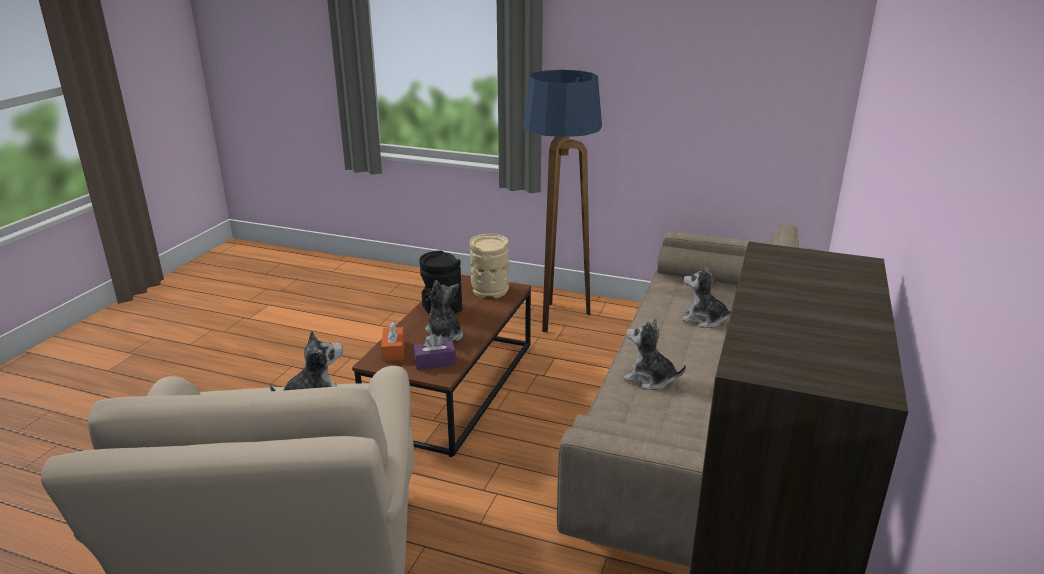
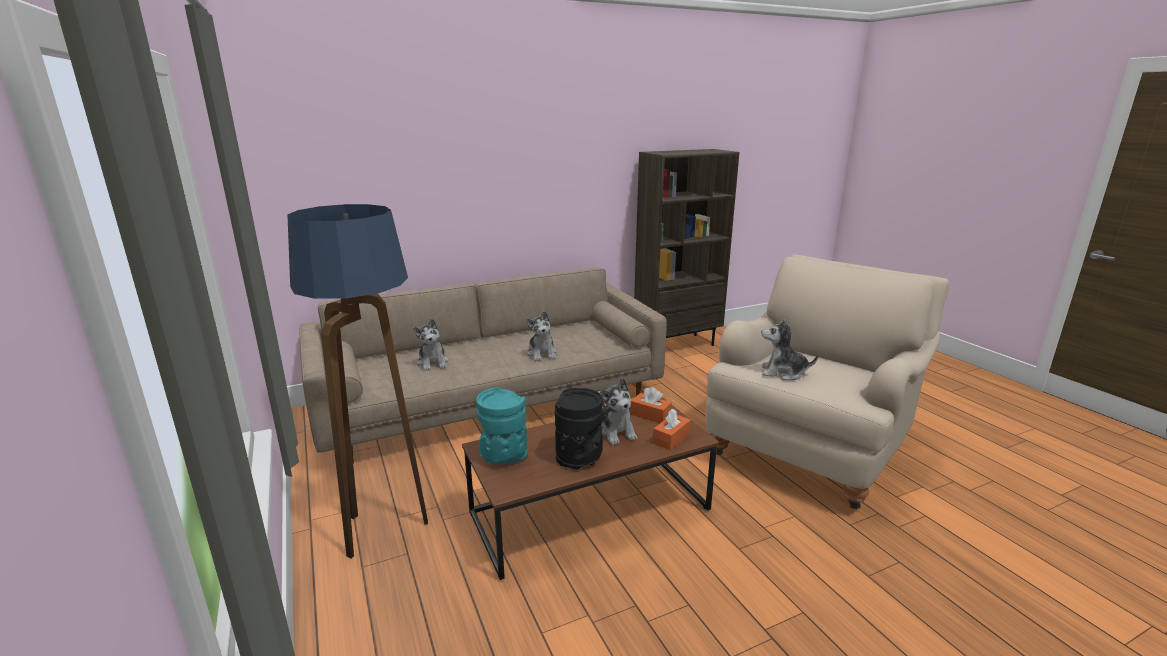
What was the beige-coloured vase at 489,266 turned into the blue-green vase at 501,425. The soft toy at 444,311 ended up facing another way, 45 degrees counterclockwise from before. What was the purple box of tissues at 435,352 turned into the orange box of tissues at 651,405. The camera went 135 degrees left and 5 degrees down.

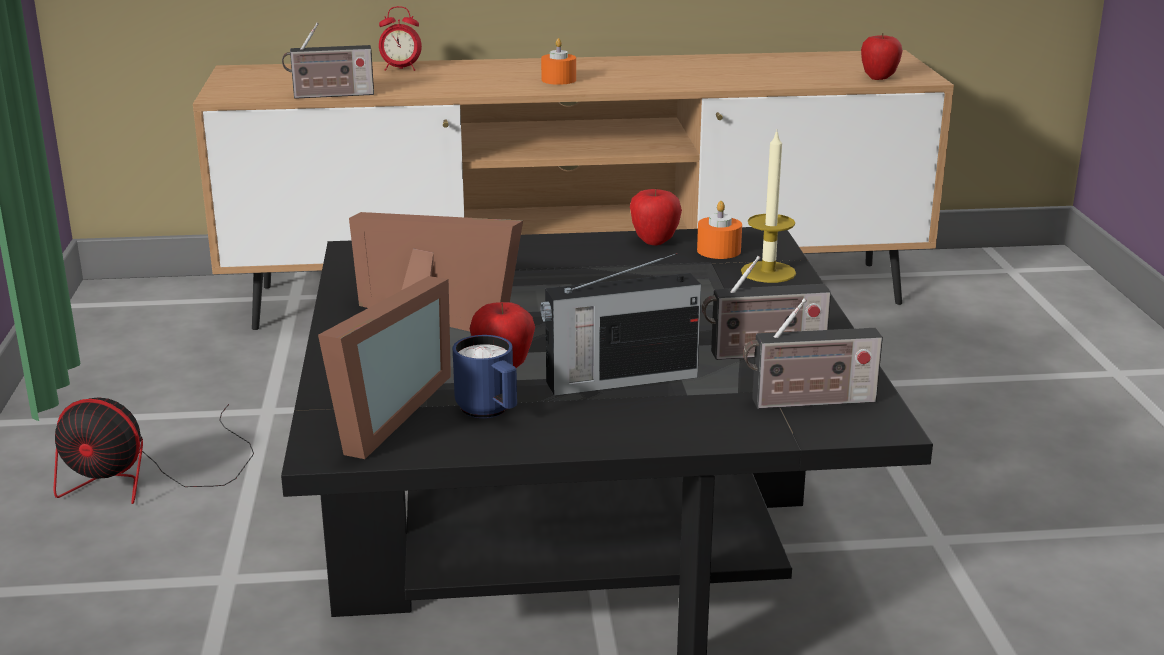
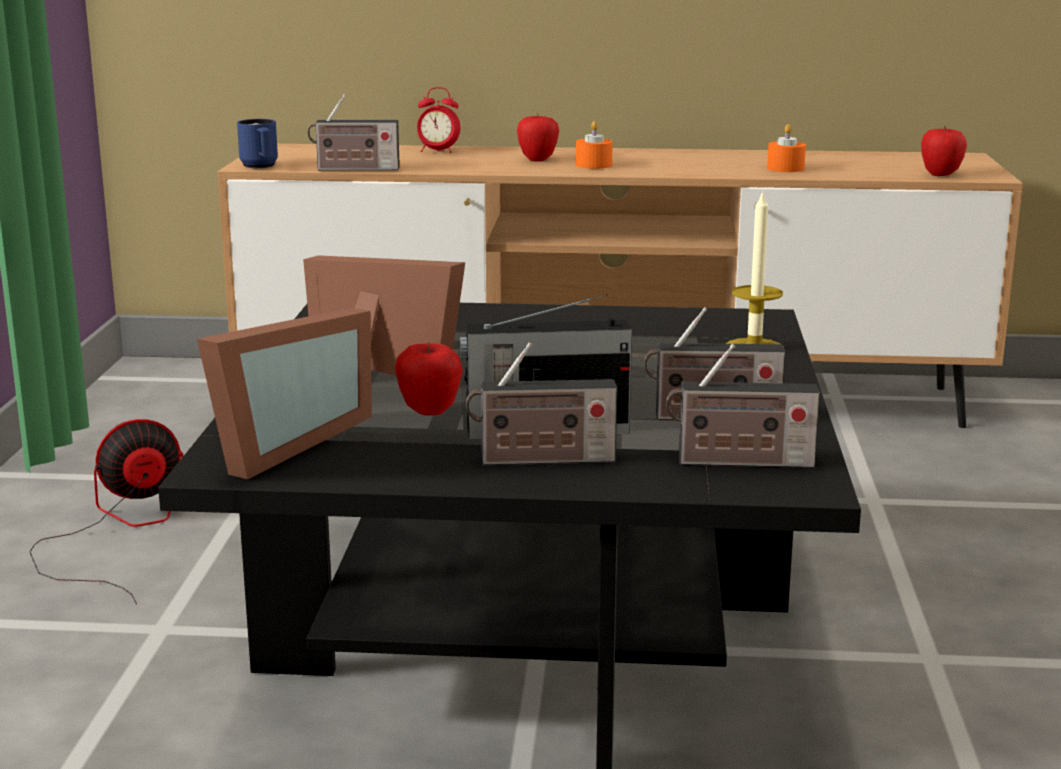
The whole apple ended up elsewhere, having gone from 656,217 to 538,137. The orange wax light ended up elsewhere, having gone from 719,230 to 786,148. The bluish mug ended up elsewhere, having gone from 485,376 to 257,143. The fan at 154,450 ended up facing another way, 135 degrees clockwise from before. The second view gained the radio at 541,404. The camera went 10 degrees right and 5 degrees down.

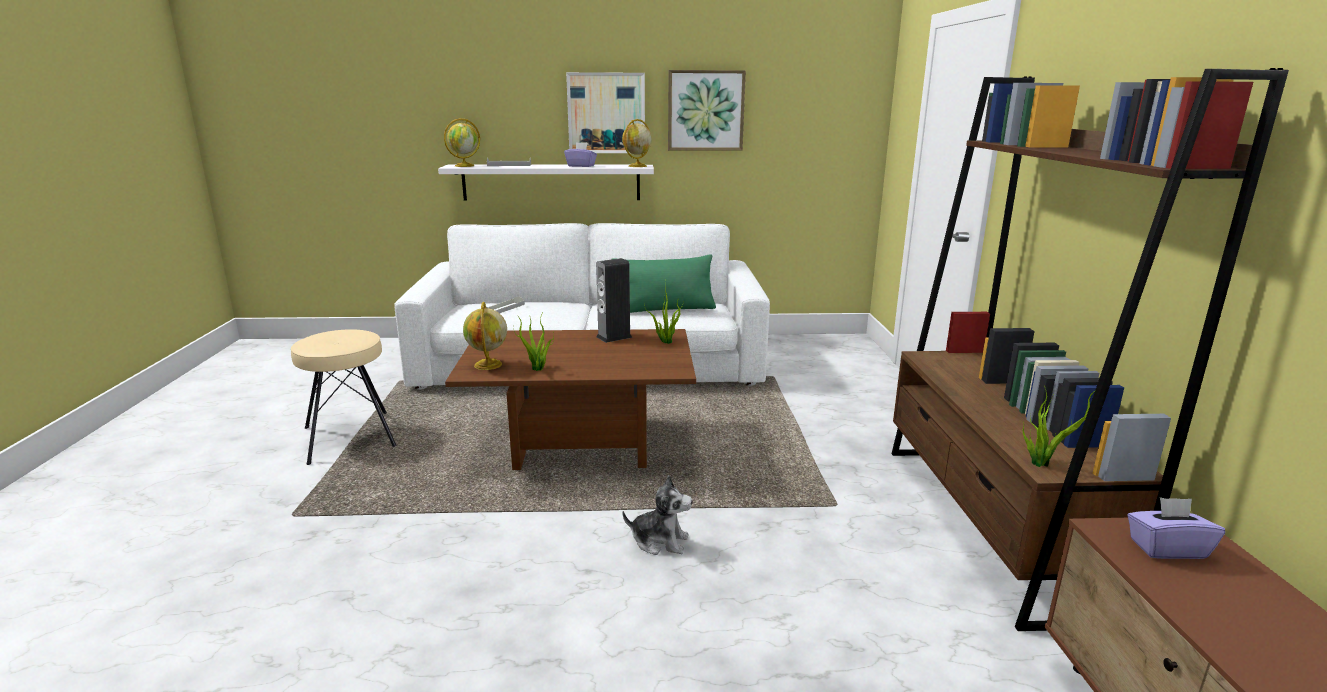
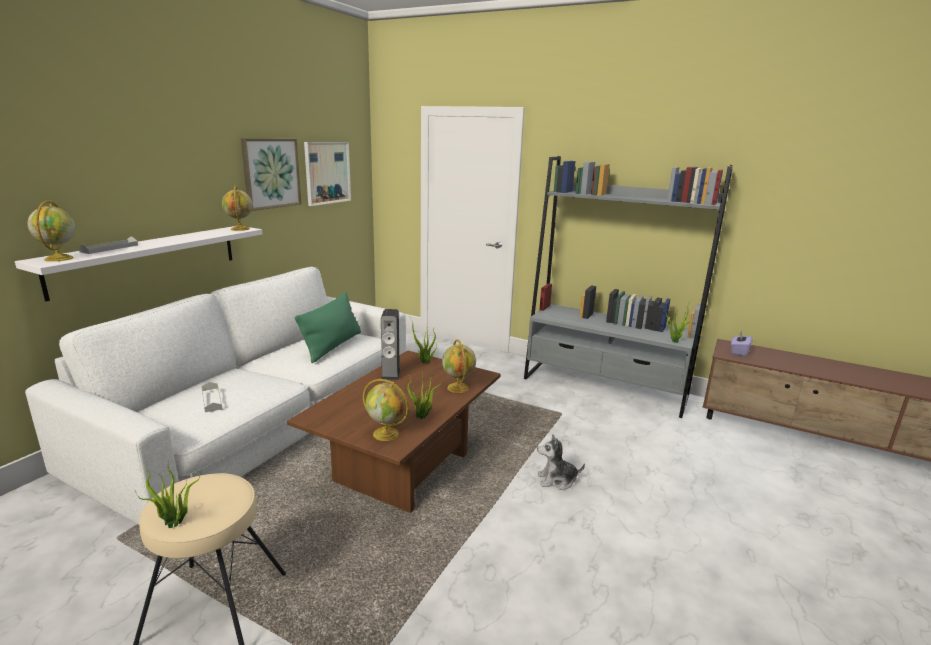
What was the brown bookcase at 1090,349 turned into the greyish bookcase at 628,287. The wall picture ended up elsewhere, having gone from 605,112 to 327,174. The second view lost the purple box of tissues at 580,155. The soft toy at 658,515 ended up facing another way, 135 degrees counterclockwise from before. The second view gained the desk globe at 459,366. The second view gained the houseplant at 167,493. The camera went 60 degrees left and 0 degrees up.

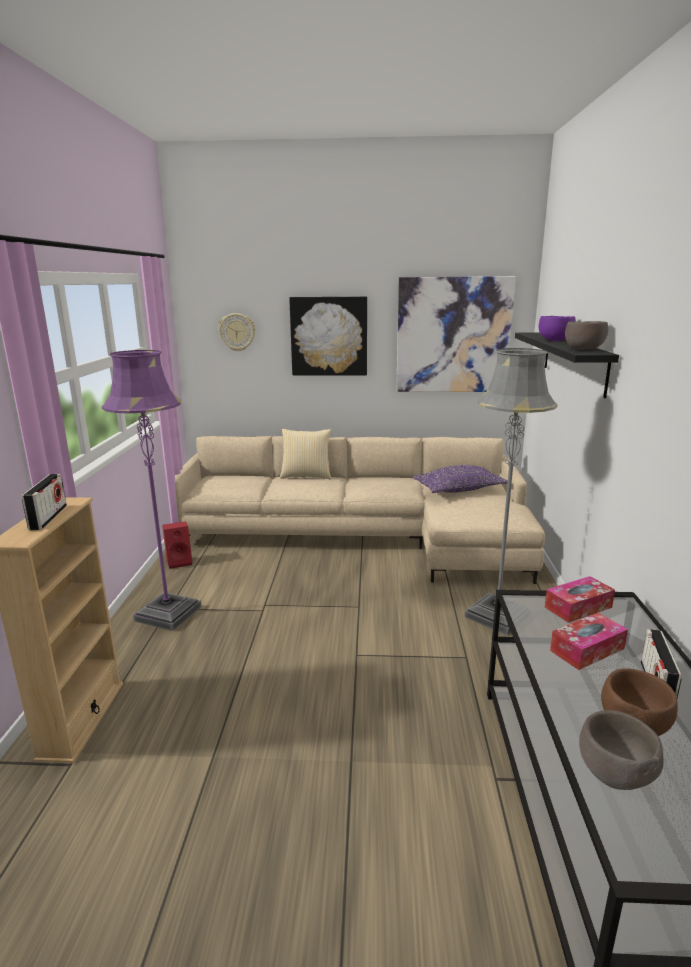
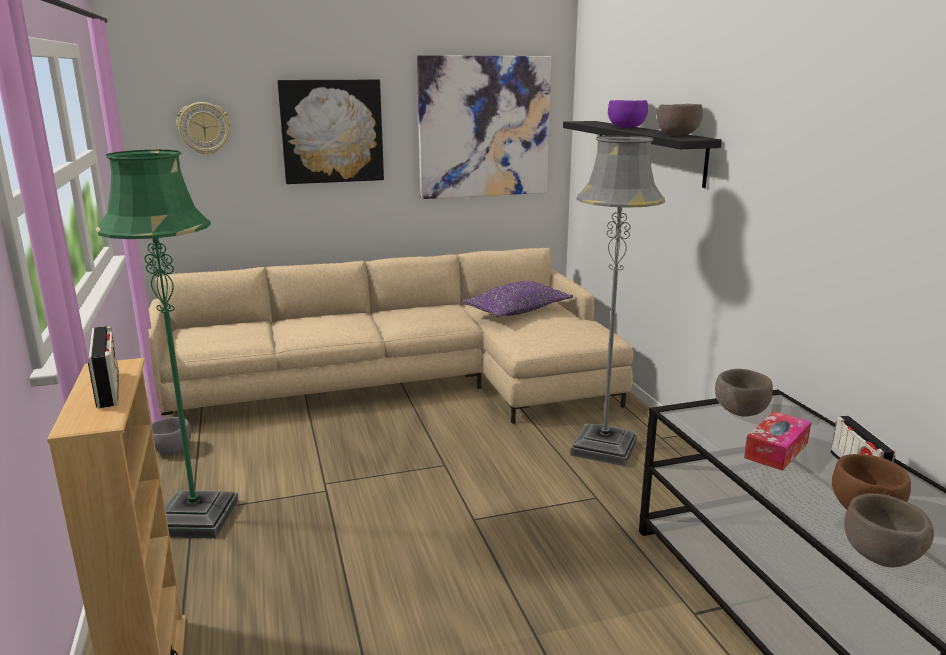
What was the purple floor lamp at 151,490 turned into the green-coloured floor lamp at 167,344. The second view lost the pillow at 306,454. Where the red-coloured loudspeaker stood at 177,545, the greyish serving bowl came to stand at 171,435. Where the box of tissues stood at 580,599, the brown serving bowl came to stand at 744,393. The camera went 20 degrees left and 0 degrees up.

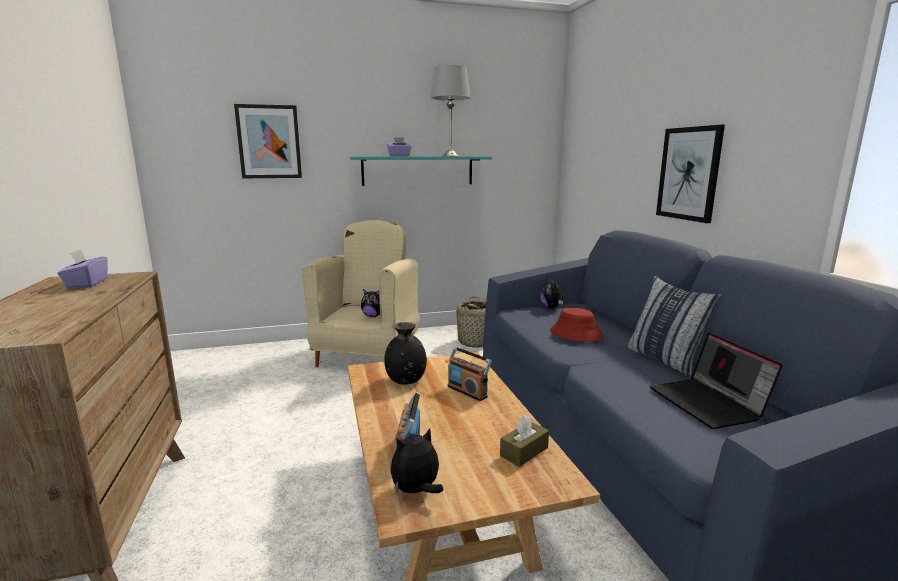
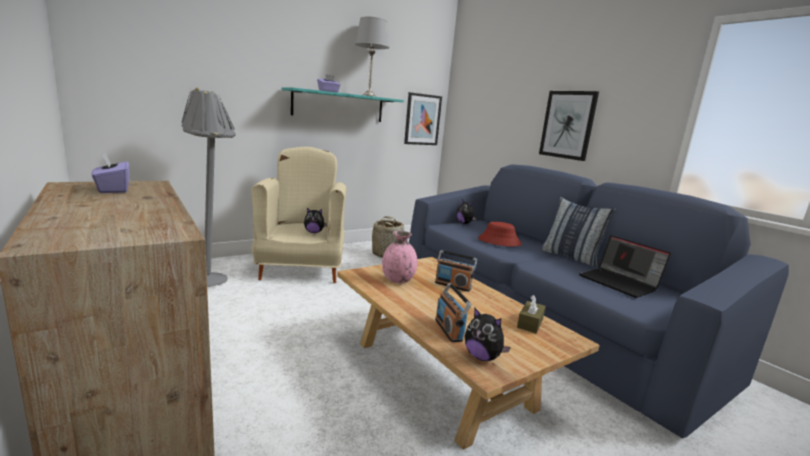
The wall picture ended up elsewhere, having gone from 268,141 to 423,118. What was the black-coloured vase at 405,353 turned into the pink-coloured vase at 400,257. The soft toy at 416,461 ended up facing another way, 90 degrees counterclockwise from before. The second view gained the greyish floor lamp at 209,187. The camera went 20 degrees left and 0 degrees up.

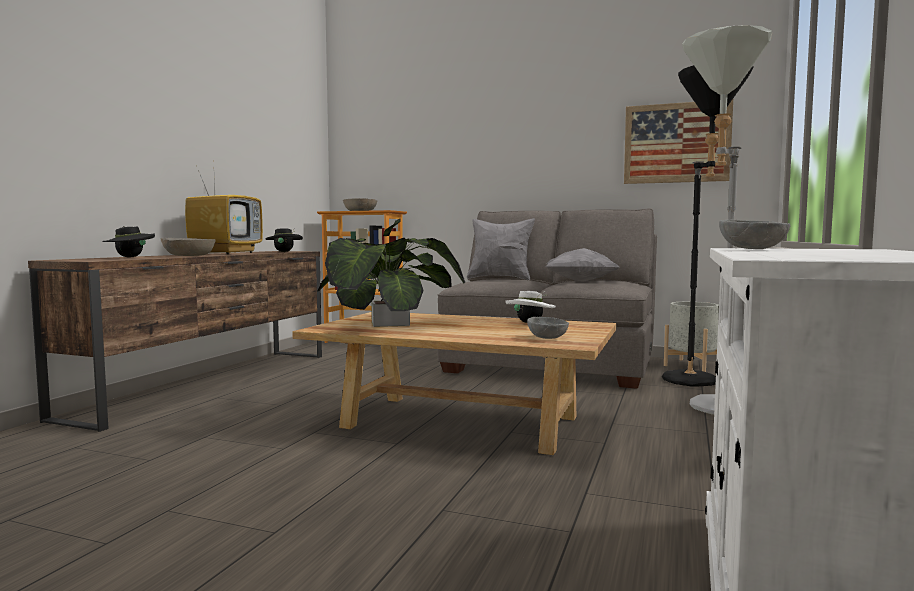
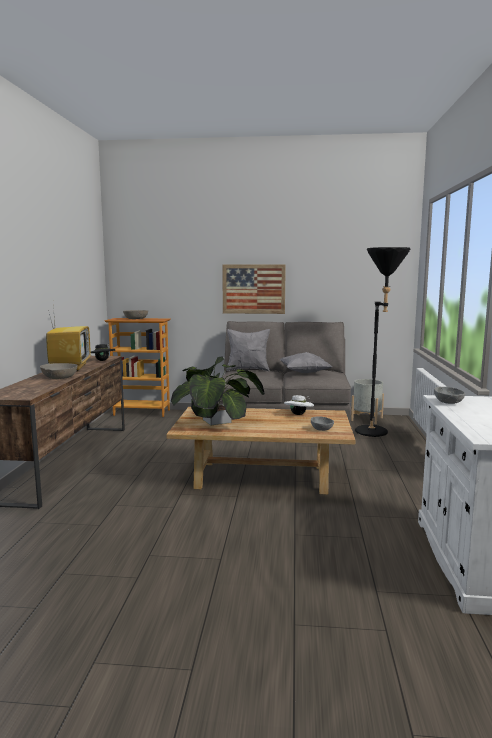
The second view lost the greyish floor lamp at 727,220. The wall picture ended up elsewhere, having gone from 678,141 to 254,289. The second view lost the black-coloured clothing hat at 128,242. The camera went 15 degrees left and 5 degrees up.

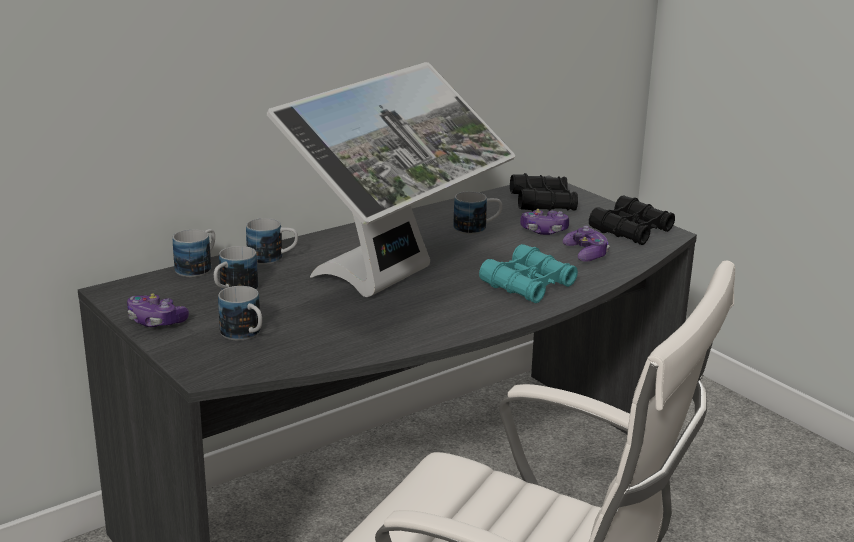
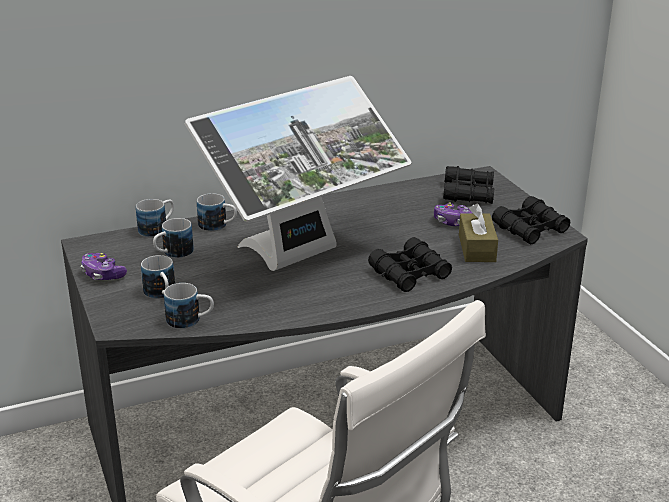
The mug ended up elsewhere, having gone from 477,212 to 189,306. Where the gamepad stood at 586,244, the brown box of tissues came to stand at 478,233. What was the blue-green field glasses at 528,273 turned into the black-coloured field glasses at 410,264. The camera went 15 degrees right and 5 degrees up.

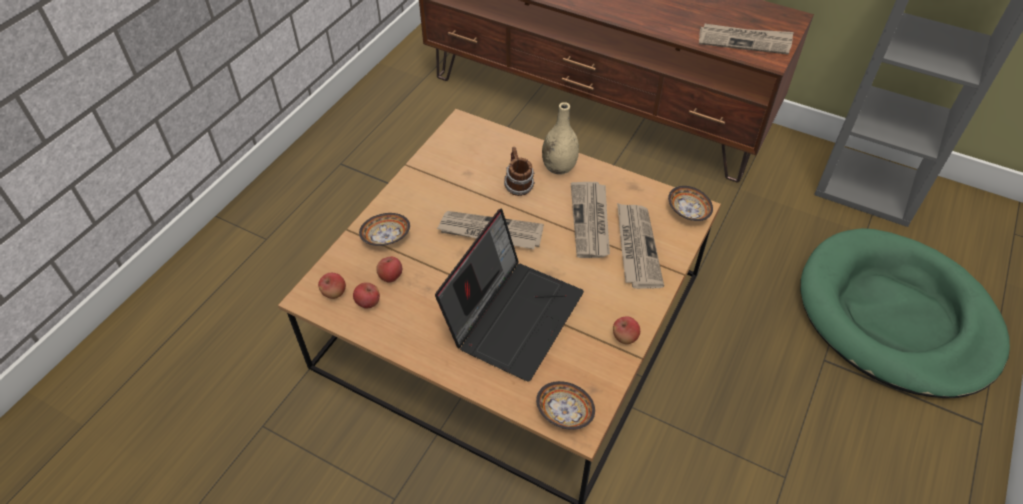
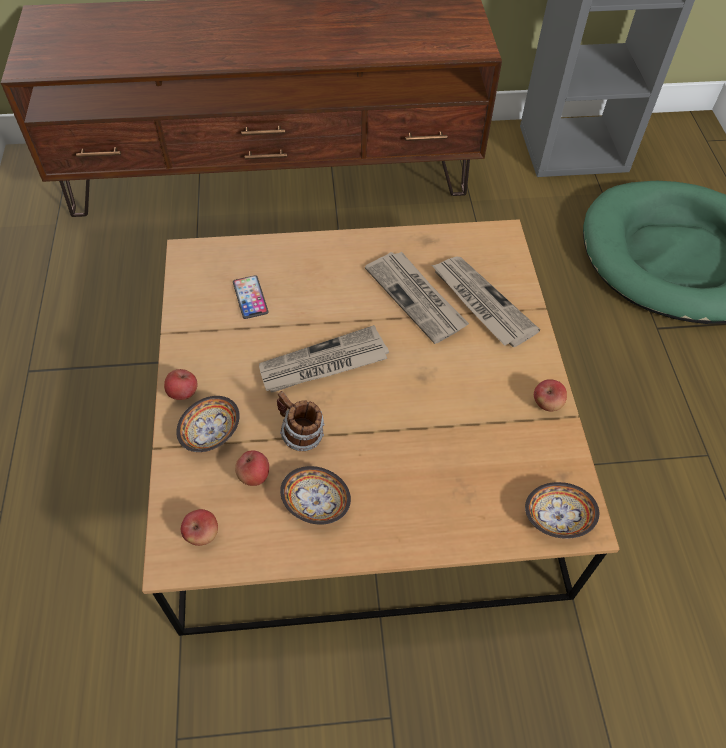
The second view lost the daily paper at 746,39. The second view lost the beige-coloured vase at 560,138. The mug ended up elsewhere, having gone from 519,171 to 301,421. The serving bowl ended up elsewhere, having gone from 690,203 to 315,495. The second view lost the portable computer at 509,295. The whole apple ended up elsewhere, having gone from 366,295 to 180,384. The second view gained the telephone at 250,297. The camera went 35 degrees left and 5 degrees up.

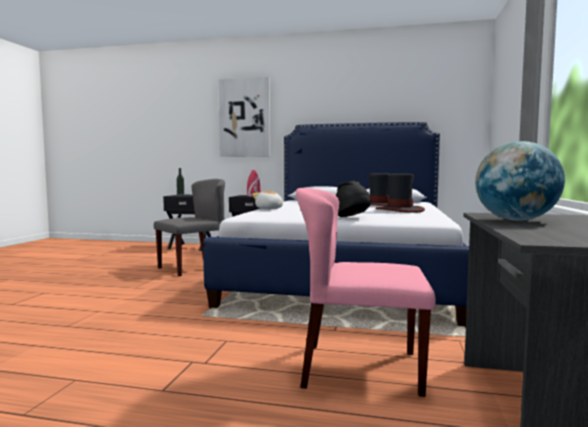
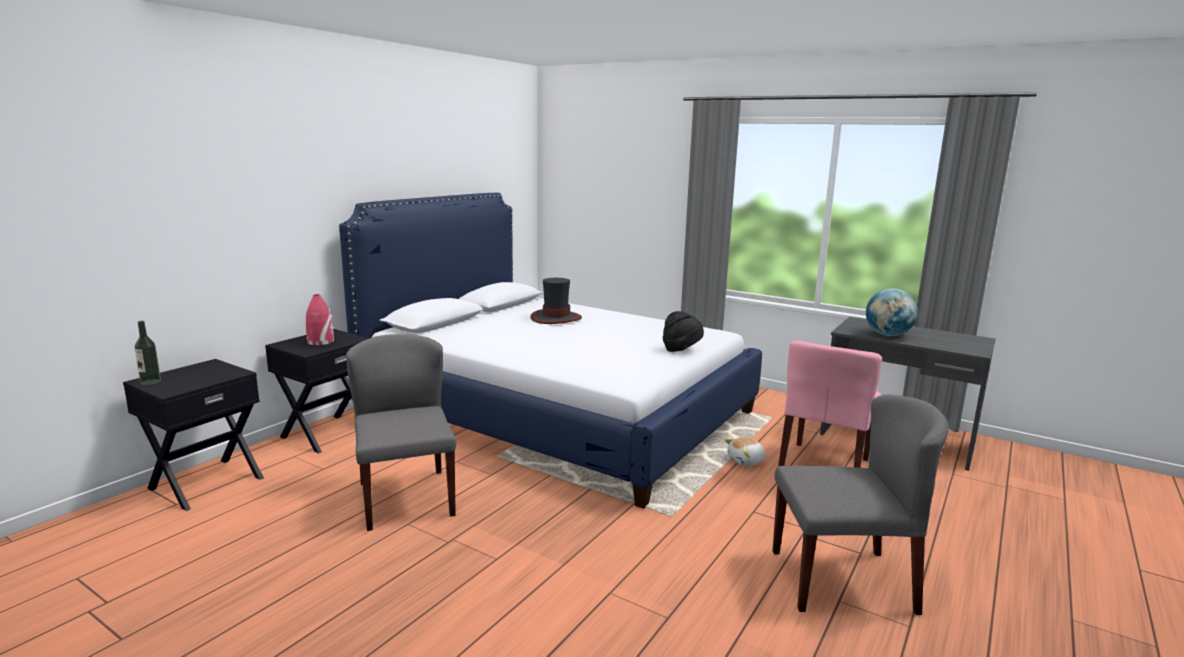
The second view lost the wall picture at 244,117. The second view lost the clothing hat at 400,193. The soft toy ended up elsewhere, having gone from 267,200 to 744,451. The second view gained the greyish upright chair at 860,504. The camera went 70 degrees left and 10 degrees up.

